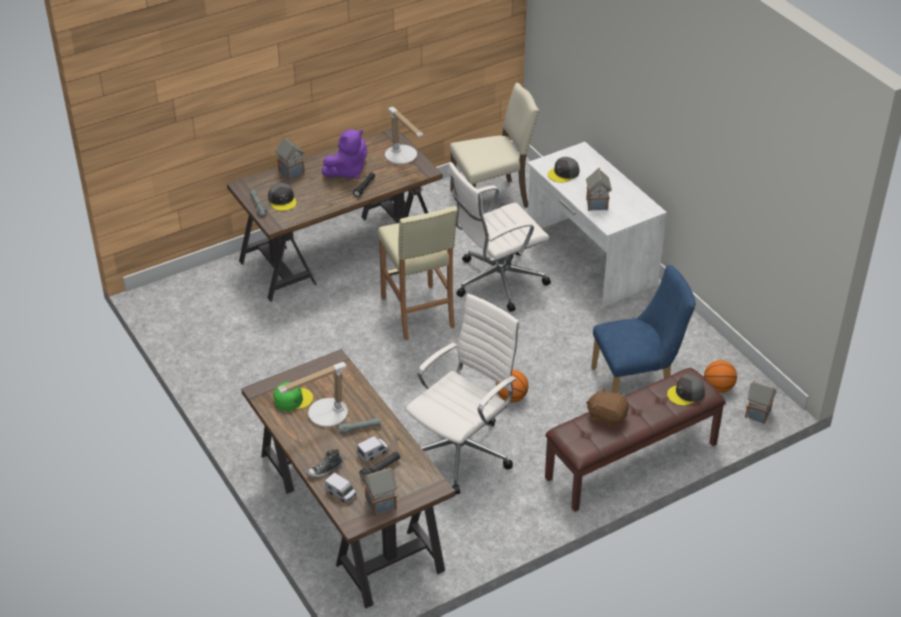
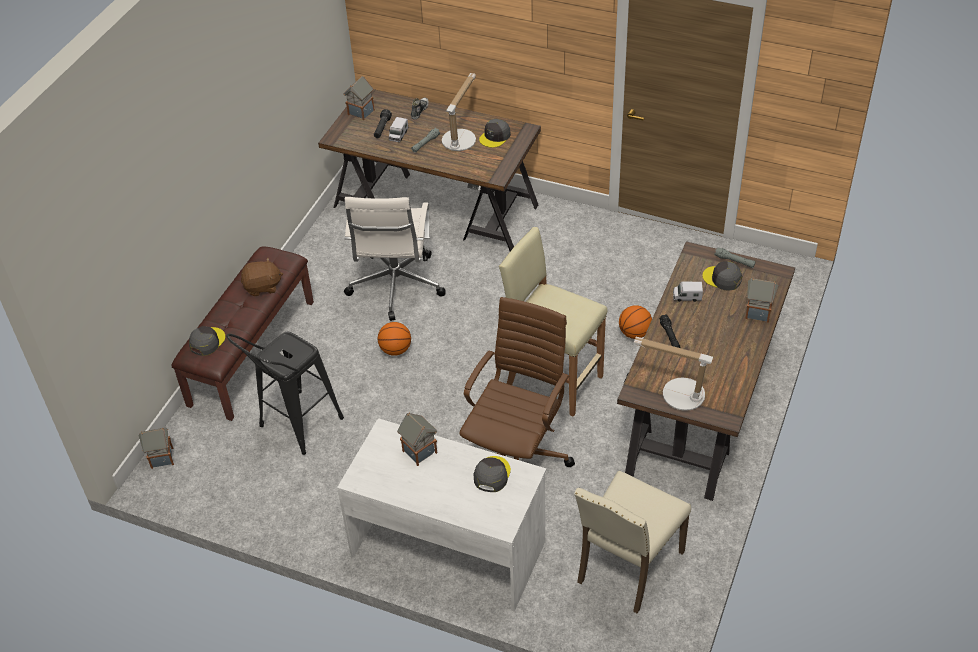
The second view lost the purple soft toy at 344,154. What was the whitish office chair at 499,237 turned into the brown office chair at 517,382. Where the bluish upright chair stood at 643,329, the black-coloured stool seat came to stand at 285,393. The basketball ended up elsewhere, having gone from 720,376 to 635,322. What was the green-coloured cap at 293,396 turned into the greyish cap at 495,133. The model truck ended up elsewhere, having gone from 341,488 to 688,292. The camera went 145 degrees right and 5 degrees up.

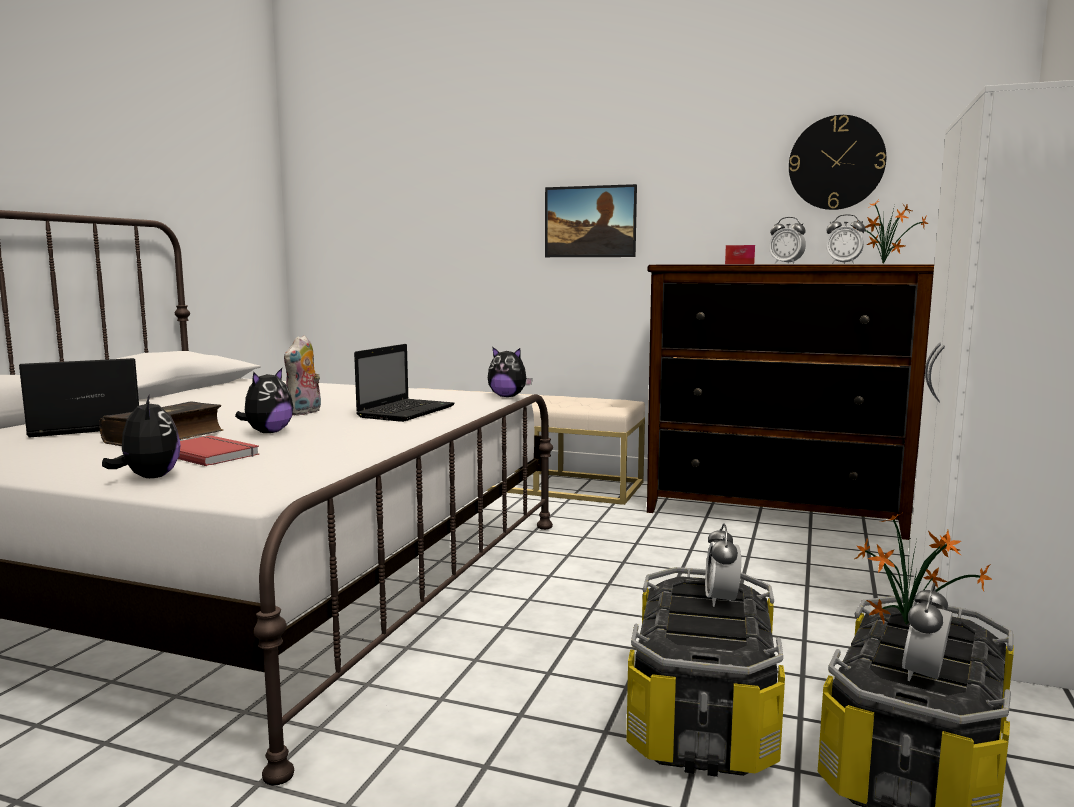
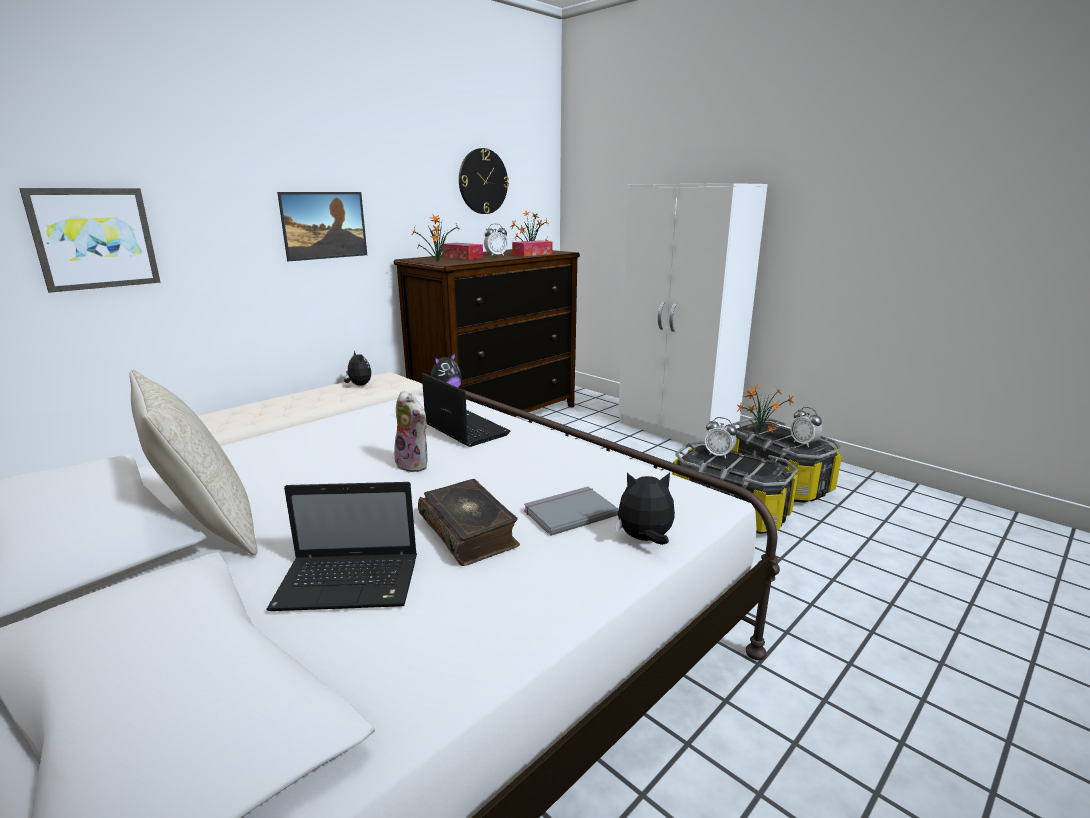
Where the alarm clock stood at 845,239, the box of tissues came to stand at 532,248. The portable computer at 79,398 ended up facing another way, 90 degrees counterclockwise from before. The soft toy ended up elsewhere, having gone from 264,400 to 357,368. What was the red-coloured volume at 218,450 turned into the greyish volume at 571,511. The second view gained the wall picture at 89,240. The second view gained the houseplant at 436,238. The second view gained the beige-coloured pillow at 193,462. The camera went 65 degrees left and 10 degrees up.

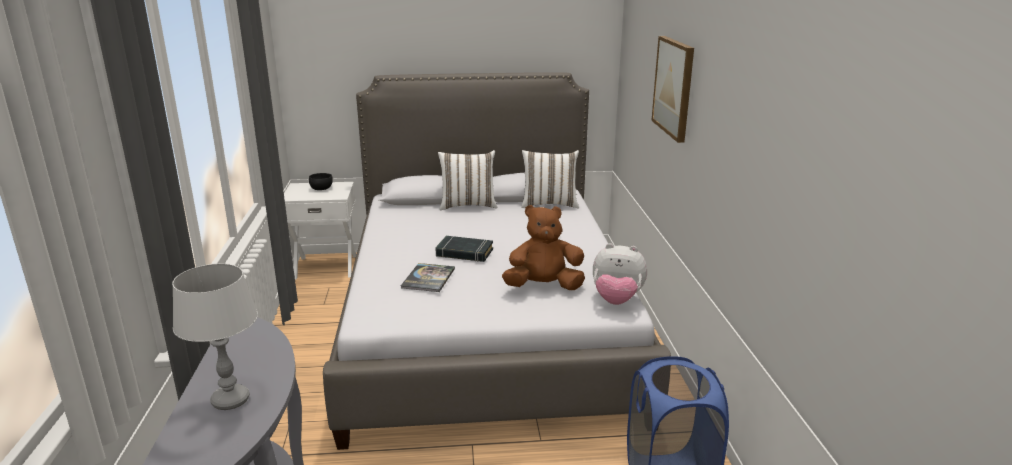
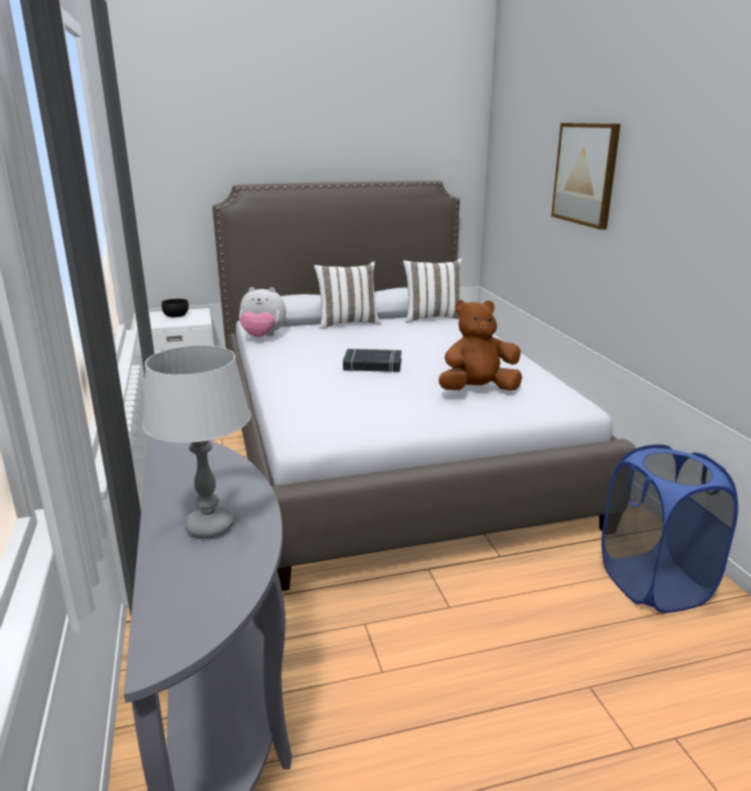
The soft toy ended up elsewhere, having gone from 620,274 to 262,312. The second view lost the volume at 428,277. The camera went 10 degrees left and 0 degrees up.

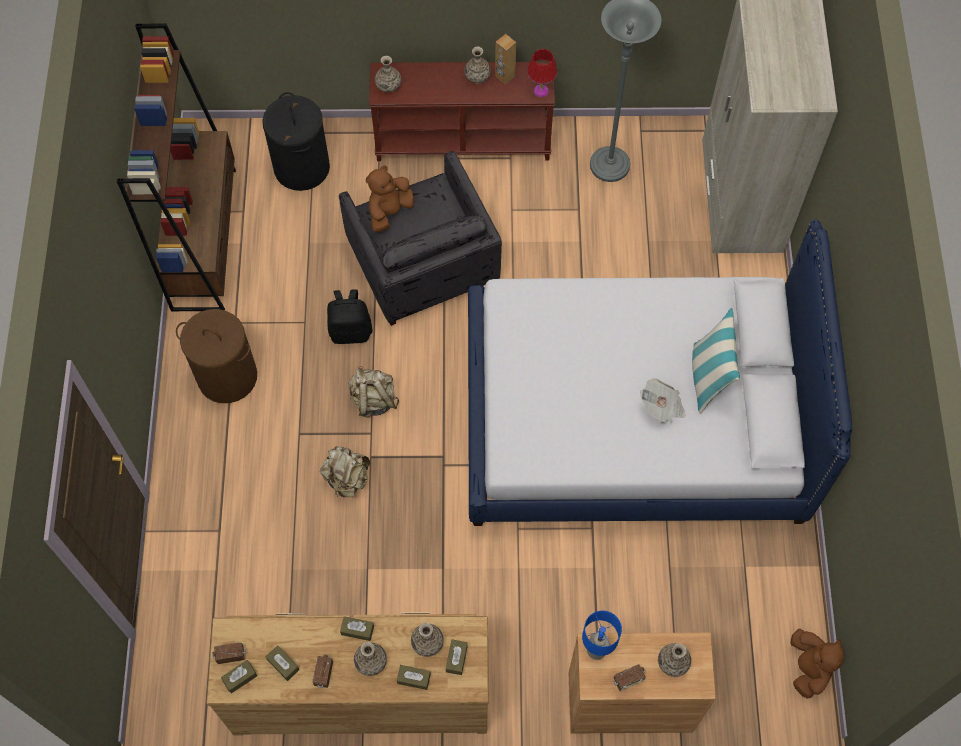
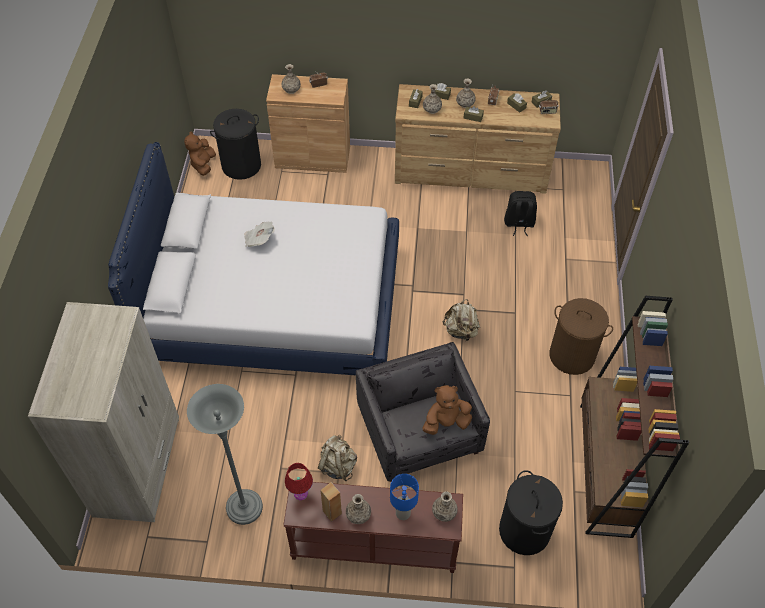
The brown soft toy at 390,198 ended up facing another way, 150 degrees counterclockwise from before. The black-coloured rucksack ended up elsewhere, having gone from 349,316 to 520,213. The second view lost the pillow at 716,361. The beige-coloured rucksack ended up elsewhere, having gone from 345,472 to 337,458. The bluish lamp for a table ended up elsewhere, having gone from 602,635 to 404,497. The second view gained the black-coloured laundry basket at 235,144. The camera went 175 degrees left and 10 degrees down.

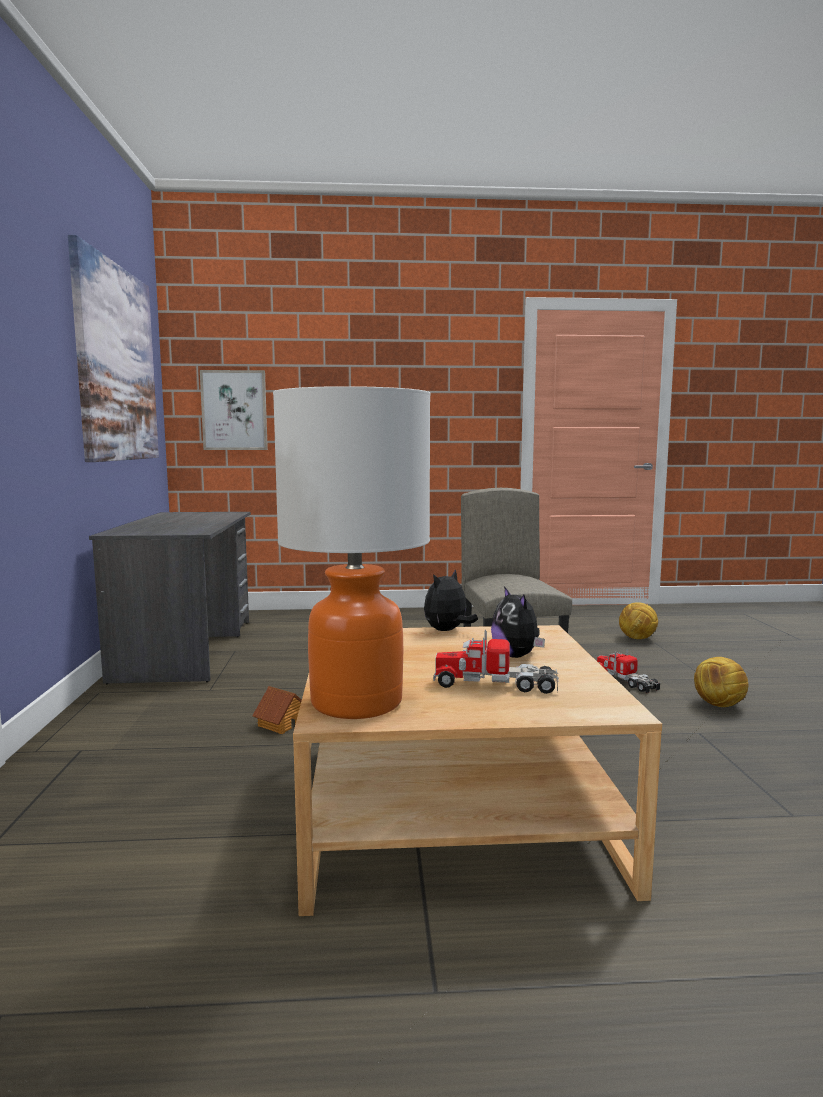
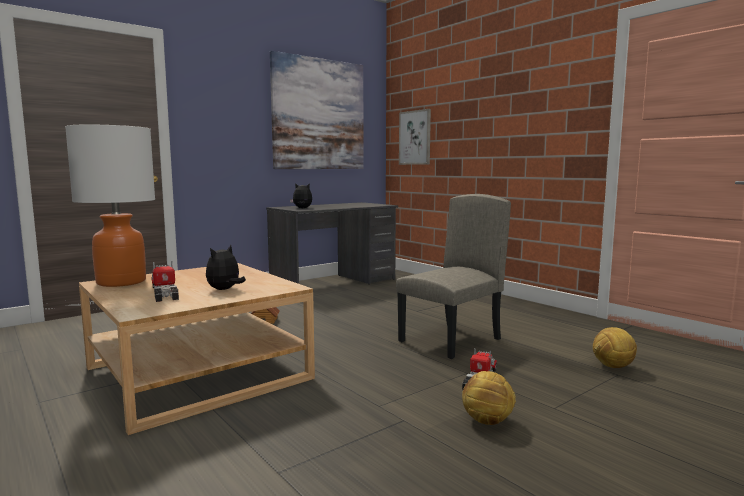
The soft toy ended up elsewhere, having gone from 451,600 to 301,195. The camera went 55 degrees right and 0 degrees up.

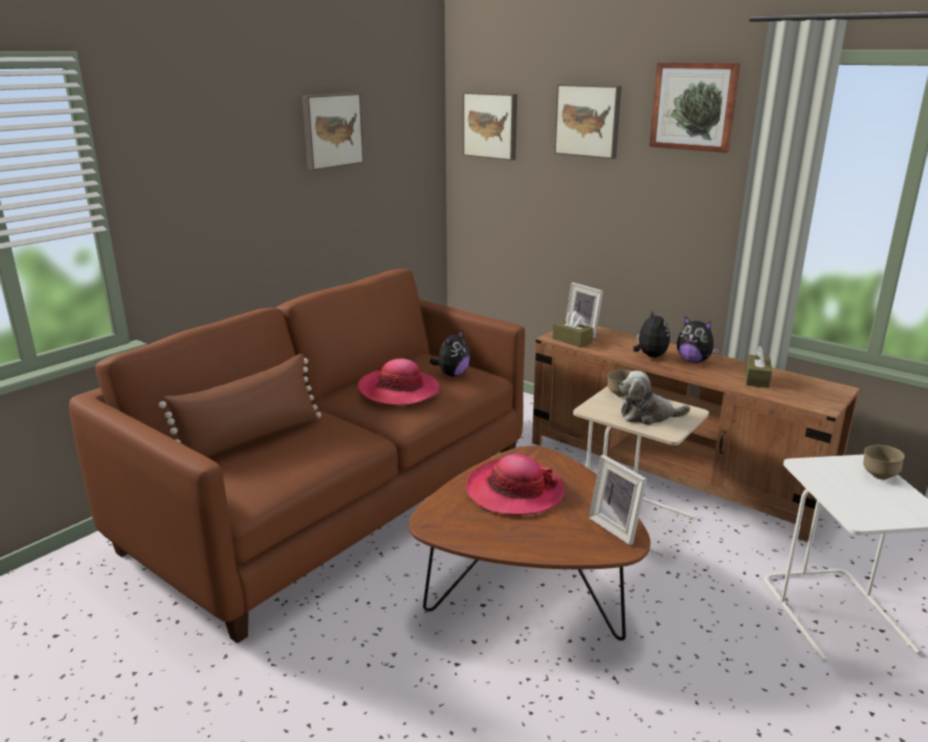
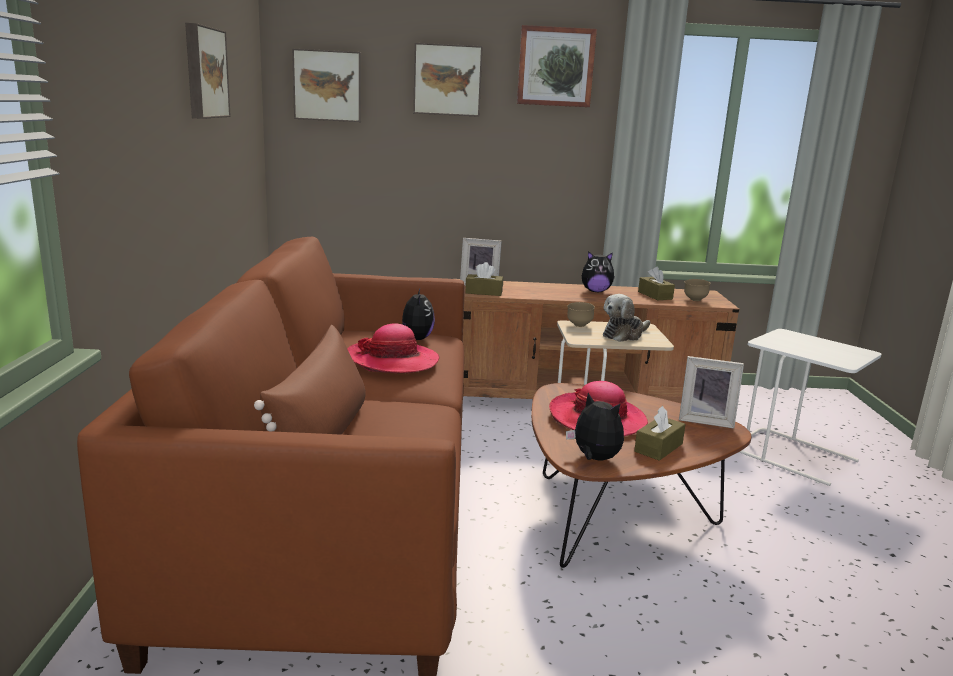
The soft toy ended up elsewhere, having gone from 651,333 to 595,427. The brown serving bowl ended up elsewhere, having gone from 884,462 to 697,290. The second view gained the brown box of tissues at 660,433. The camera went 40 degrees left and 5 degrees down.

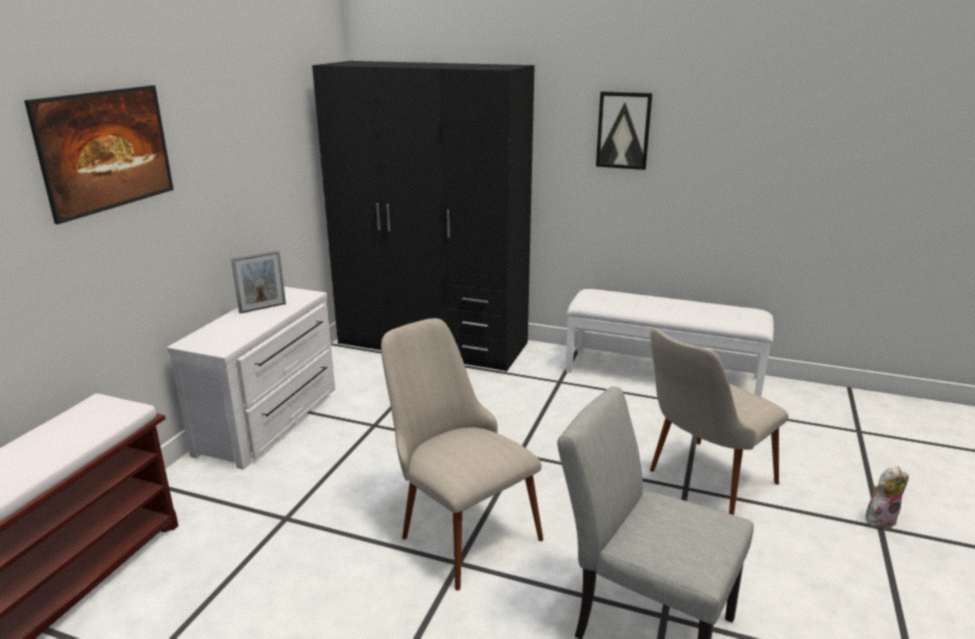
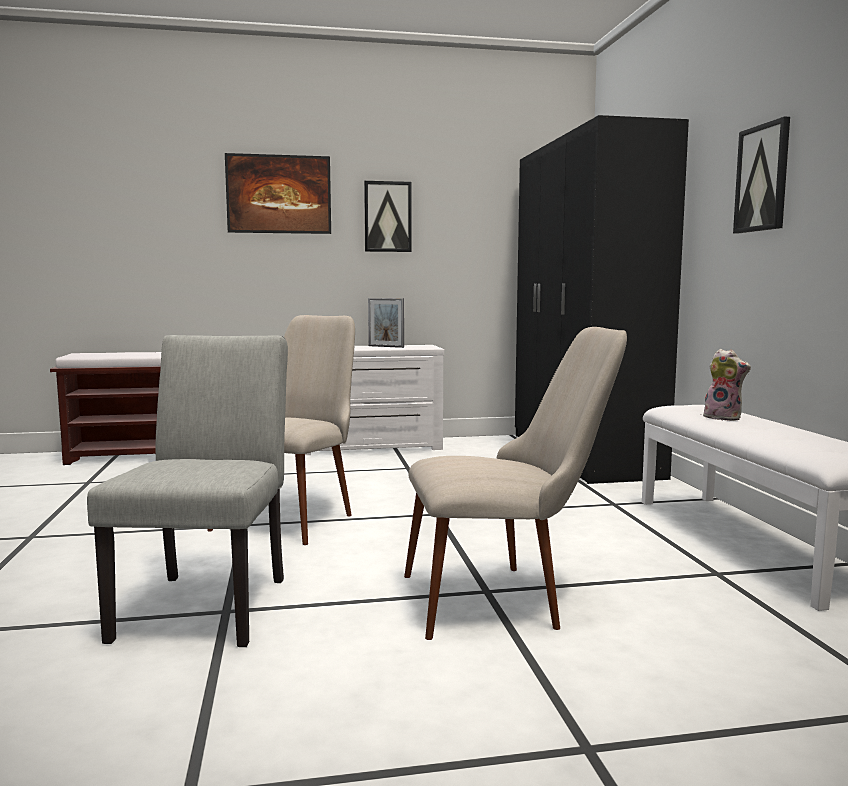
The beige-coloured upright chair at 719,421 ended up facing another way, 150 degrees clockwise from before. The soft toy ended up elsewhere, having gone from 887,497 to 727,385. The second view gained the wall picture at 388,216. The camera went 60 degrees right and 15 degrees down.

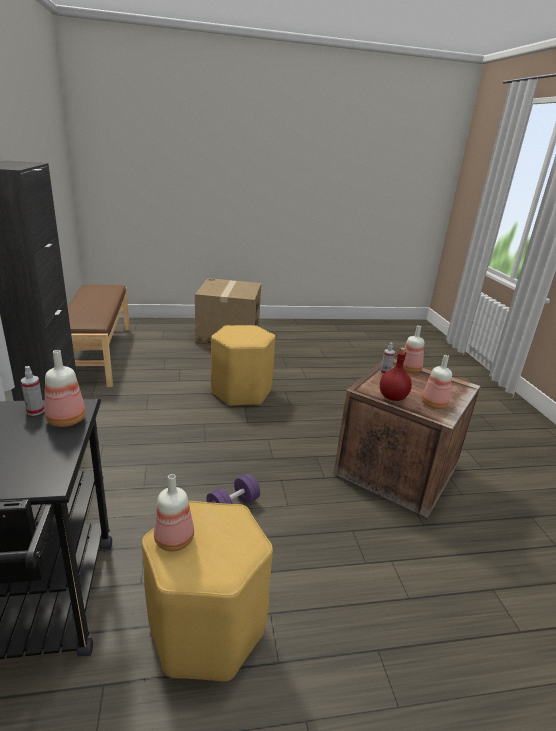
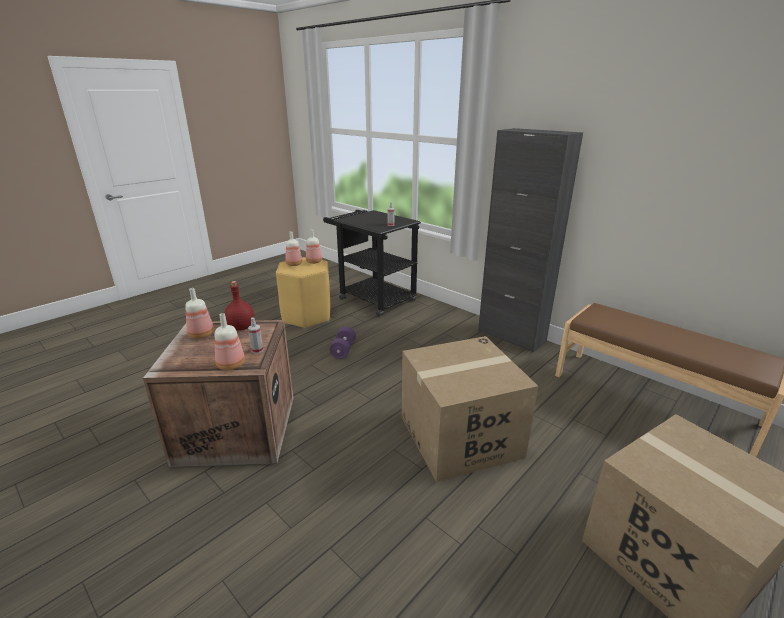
Where the yellow stool seat stood at 243,365, the cardboard box came to stand at 470,409. The drink bottle ended up elsewhere, having gone from 65,388 to 293,248. The camera went 145 degrees right and 0 degrees up.

